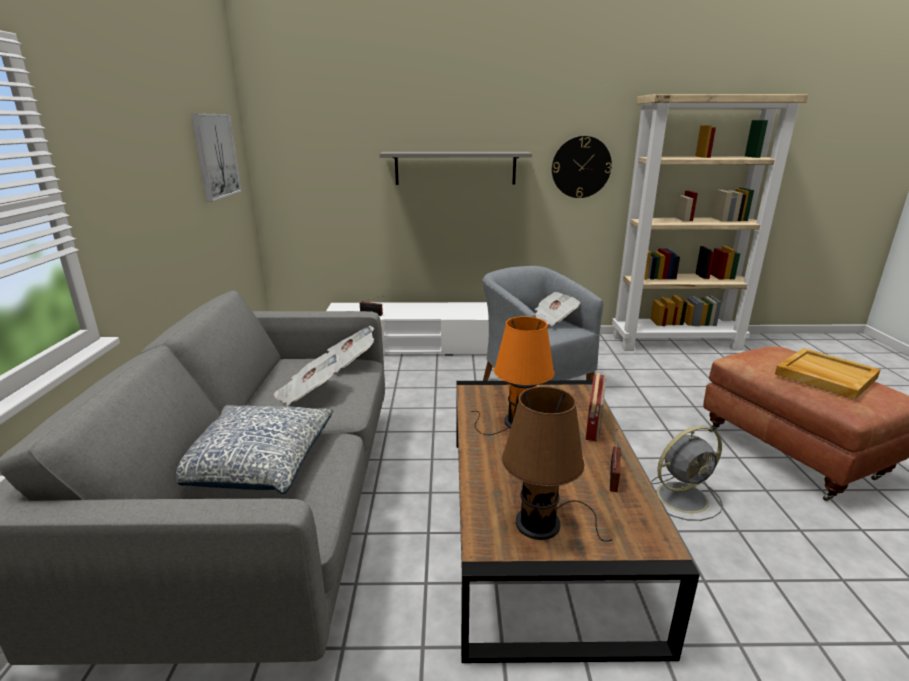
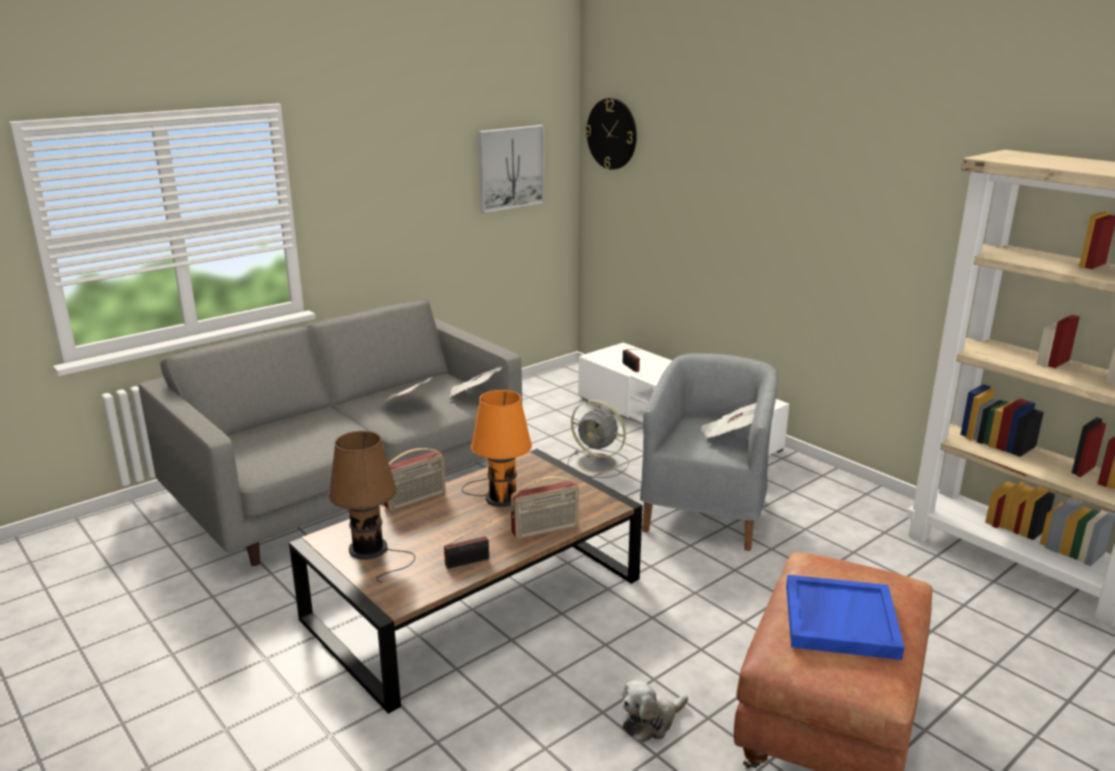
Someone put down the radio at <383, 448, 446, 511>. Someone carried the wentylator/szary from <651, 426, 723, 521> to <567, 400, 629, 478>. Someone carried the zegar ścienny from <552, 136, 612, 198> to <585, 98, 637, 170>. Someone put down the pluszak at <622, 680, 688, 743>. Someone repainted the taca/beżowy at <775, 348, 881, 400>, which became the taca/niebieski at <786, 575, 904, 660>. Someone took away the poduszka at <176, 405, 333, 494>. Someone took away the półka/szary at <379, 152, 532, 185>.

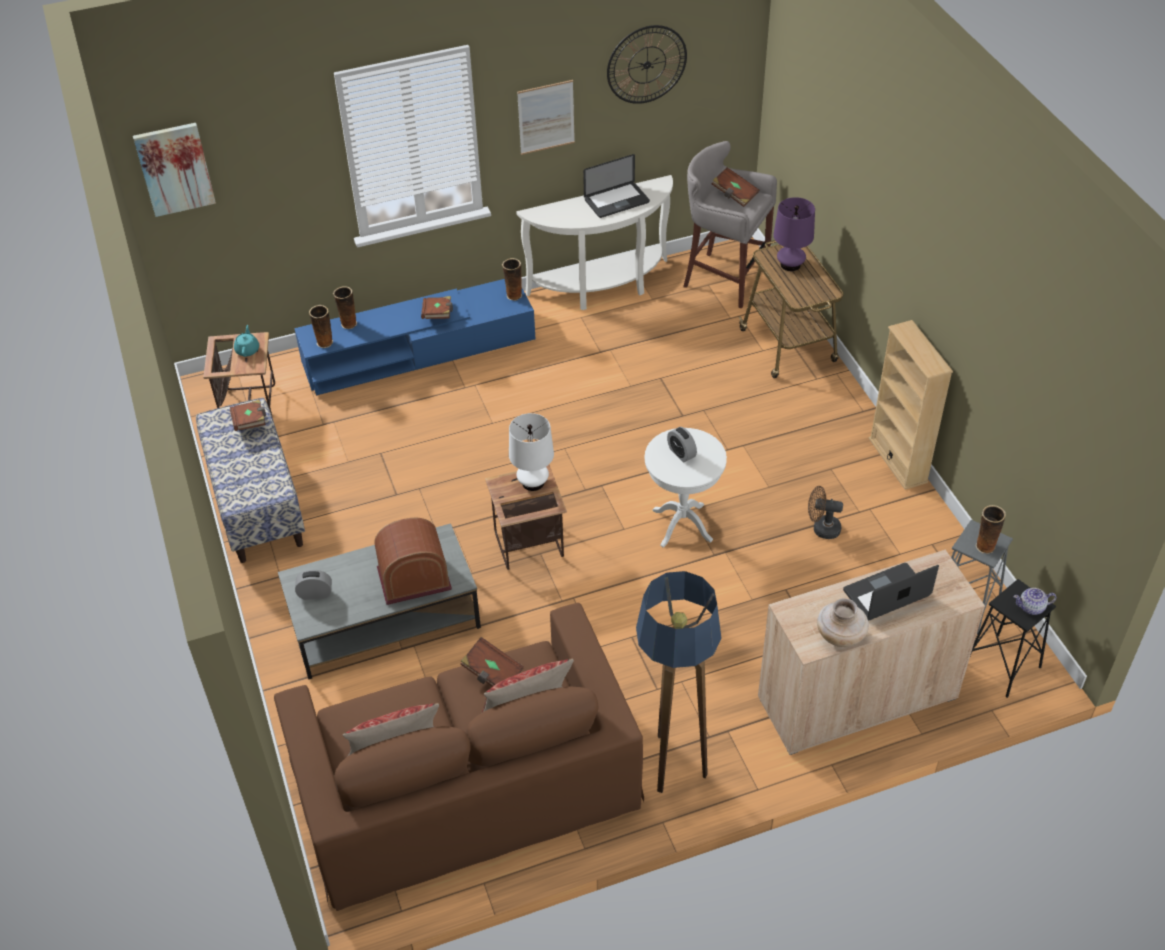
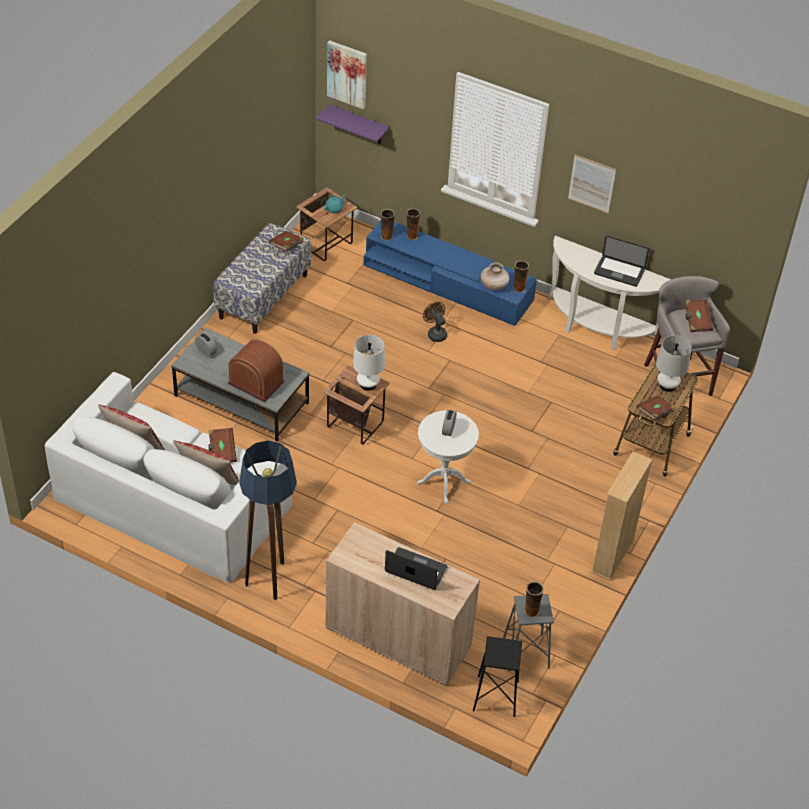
Someone repainted the kanapa/brązowy at <274, 603, 644, 911>, which became the kanapa/biały at <45, 372, 292, 583>. Someone put up the półka/fioletowy at <316, 104, 389, 144>. Someone carried the wentylator/brązowy from <808, 486, 843, 539> to <423, 302, 447, 342>. Someone carried the wazon/beżowy from <817, 598, 869, 647> to <481, 262, 510, 291>. Someone carried the książka/brązowy from <421, 296, 453, 319> to <636, 395, 676, 421>. Someone repainted the lampa stołowa/fioletowy at <773, 197, 815, 271>, which became the lampa stołowa/biały at <656, 335, 692, 392>. Someone took away the zegar ścienny at <607, 25, 687, 104>. Someone took away the imbryk at <1013, 588, 1057, 615>.

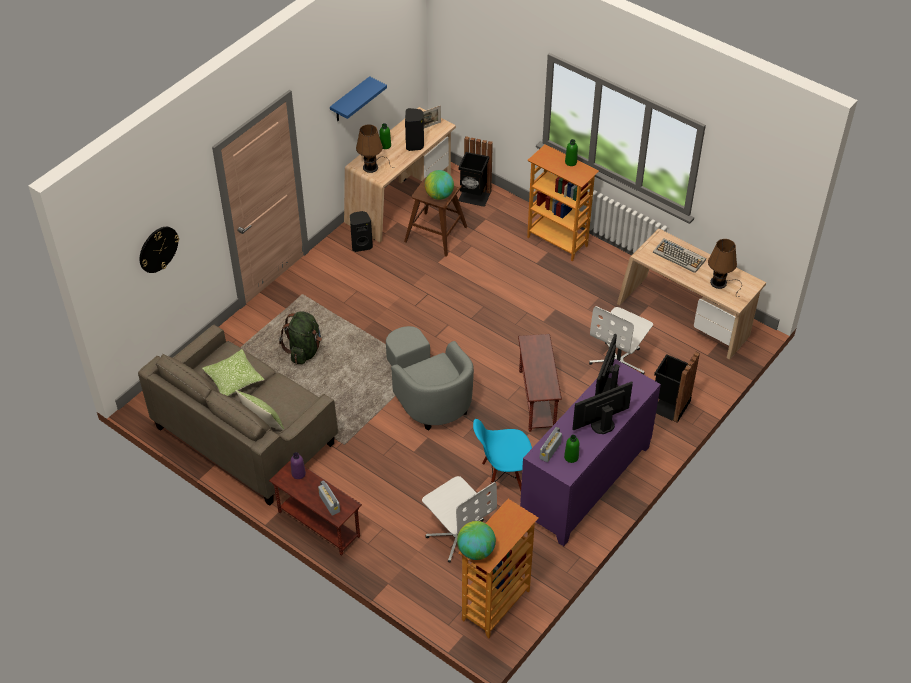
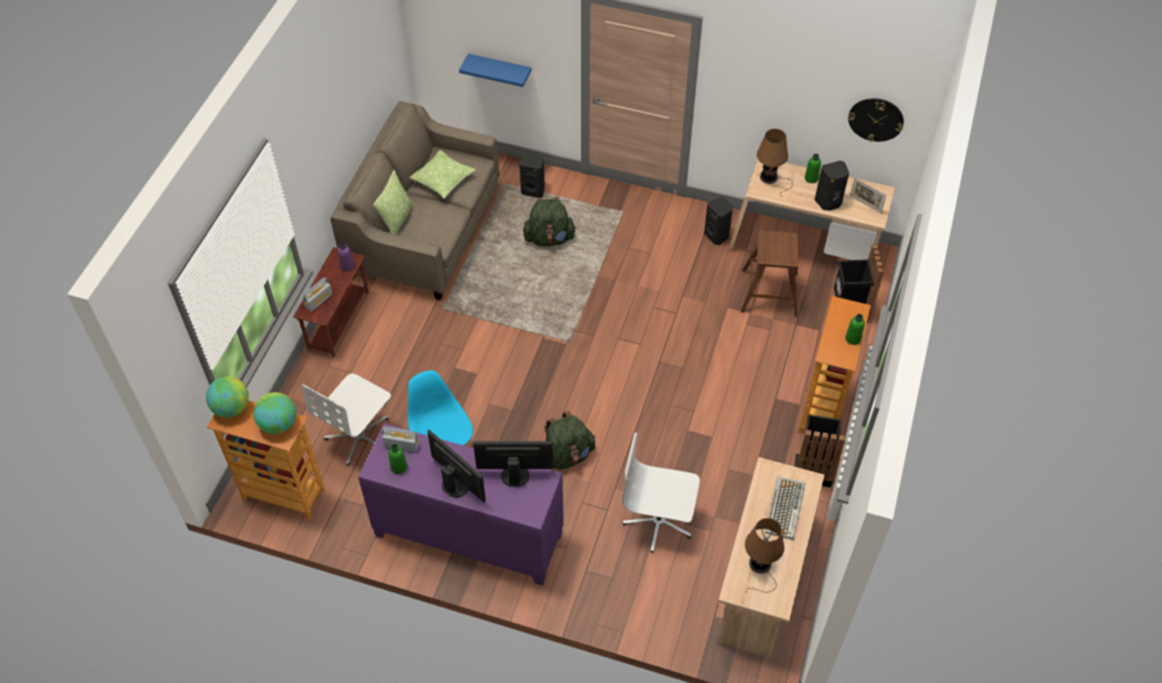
Someone carried the globus from <424, 170, 454, 200> to <253, 392, 296, 434>. Someone carried the półka/niebieski from <330, 76, 387, 121> to <459, 54, 532, 87>. Someone put down the głośnik/czarny at <519, 153, 545, 198>. Someone swapped the stolik/brązowy at <518, 334, 562, 432> for the plecak/zielony at <544, 411, 595, 470>. Someone carried the kosz na śmieci/czarny from <654, 351, 700, 423> to <794, 414, 845, 487>. Someone carried the zegar ścienny from <140, 227, 179, 273> to <848, 98, 904, 142>. Someone took away the fotel/szary at <386, 326, 474, 431>.

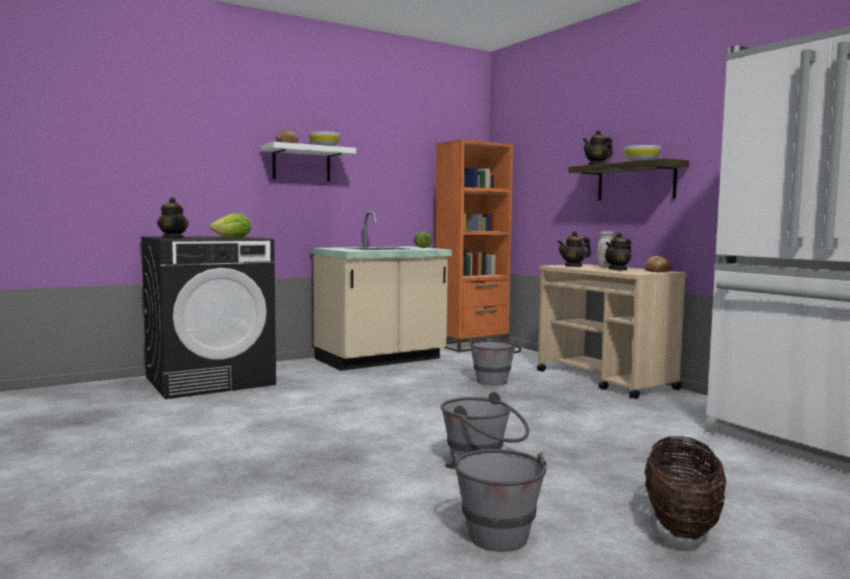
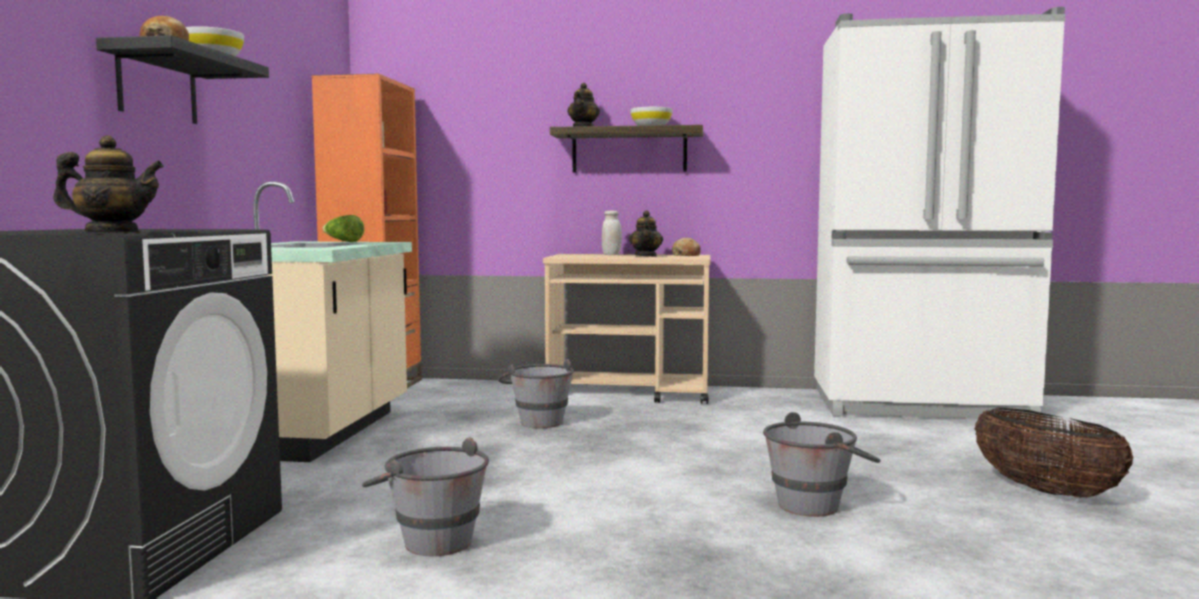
Someone repainted the półka/biały at <261, 142, 356, 182>, which became the półka/czarny at <96, 35, 269, 124>. Someone carried the wiadro/szary from <445, 449, 547, 552> to <362, 437, 489, 556>. Someone took away the sałata at <210, 213, 251, 238>. Someone took away the imbryk at <557, 231, 591, 267>.

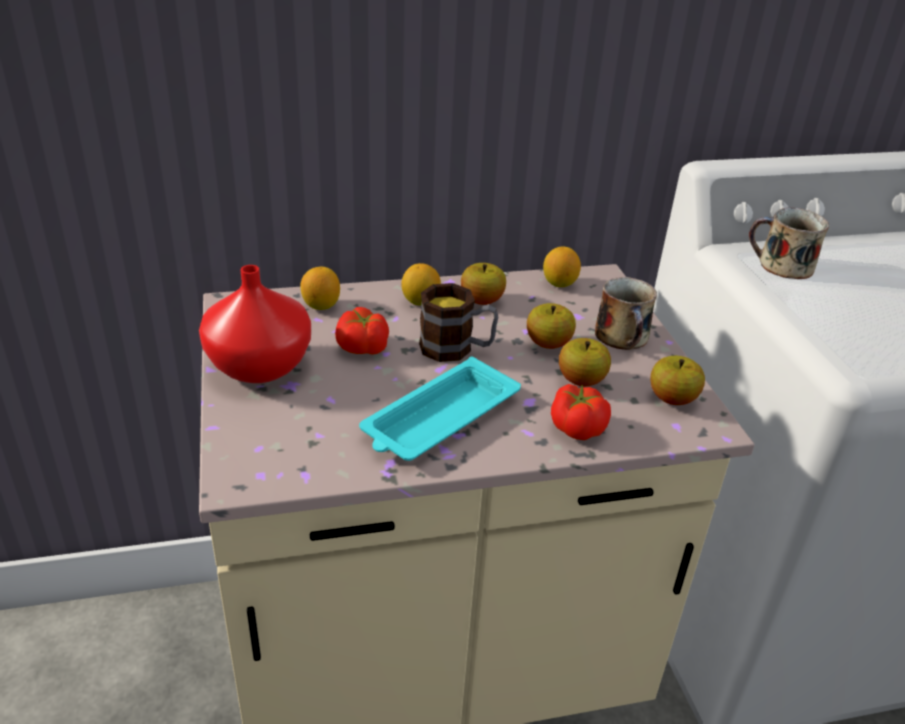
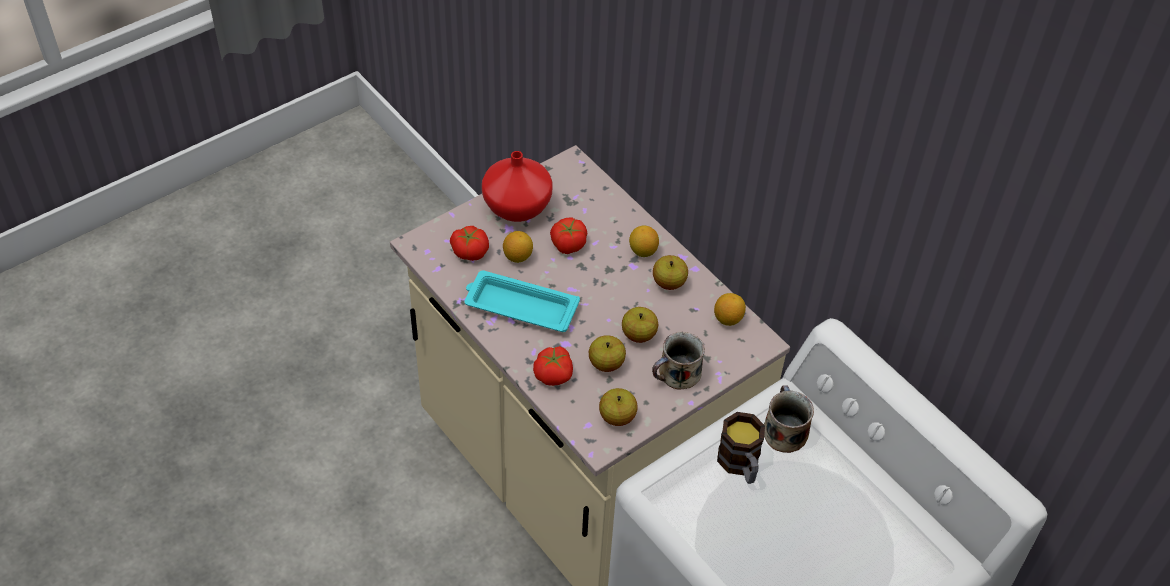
Someone put down the pomidor at <450, 226, 489, 261>. Someone carried the cytryna from <300, 267, 340, 310> to <503, 231, 533, 263>. Someone carried the kubek from <419, 283, 498, 362> to <717, 412, 765, 484>.

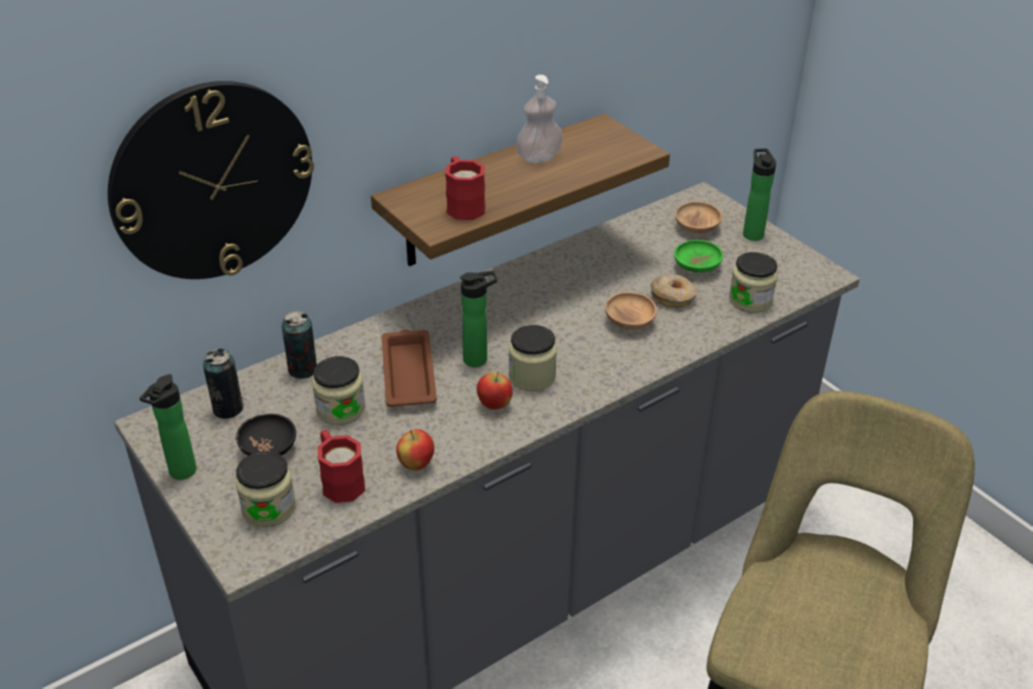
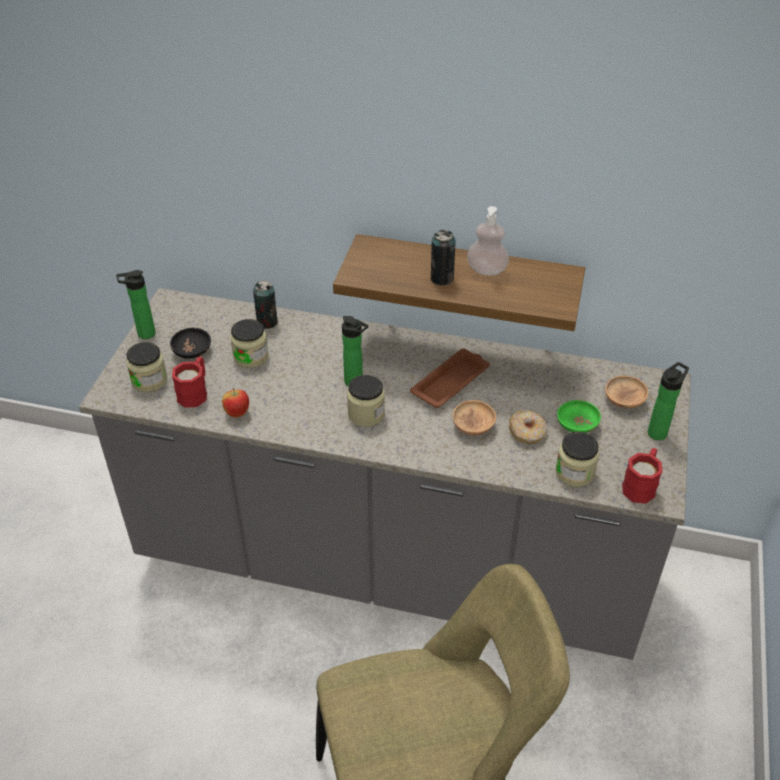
Someone carried the taca/brązowy from <382, 330, 437, 407> to <410, 349, 490, 408>. Someone carried the puszka from <203, 349, 244, 419> to <431, 230, 456, 285>. Someone carried the kubek/czerwony from <445, 156, 486, 220> to <622, 448, 662, 504>. Someone took away the zegar ścienny at <108, 81, 314, 279>. Someone took away the jabłko at <477, 372, 513, 410>.

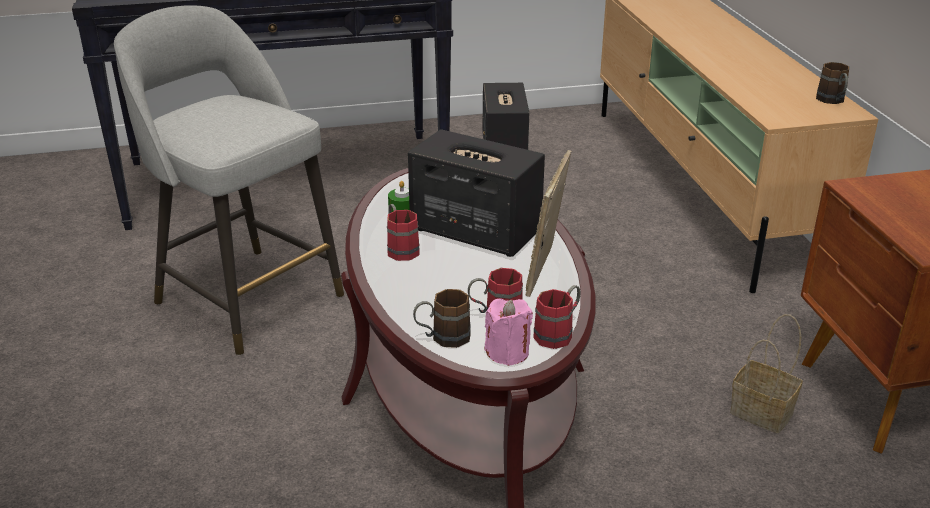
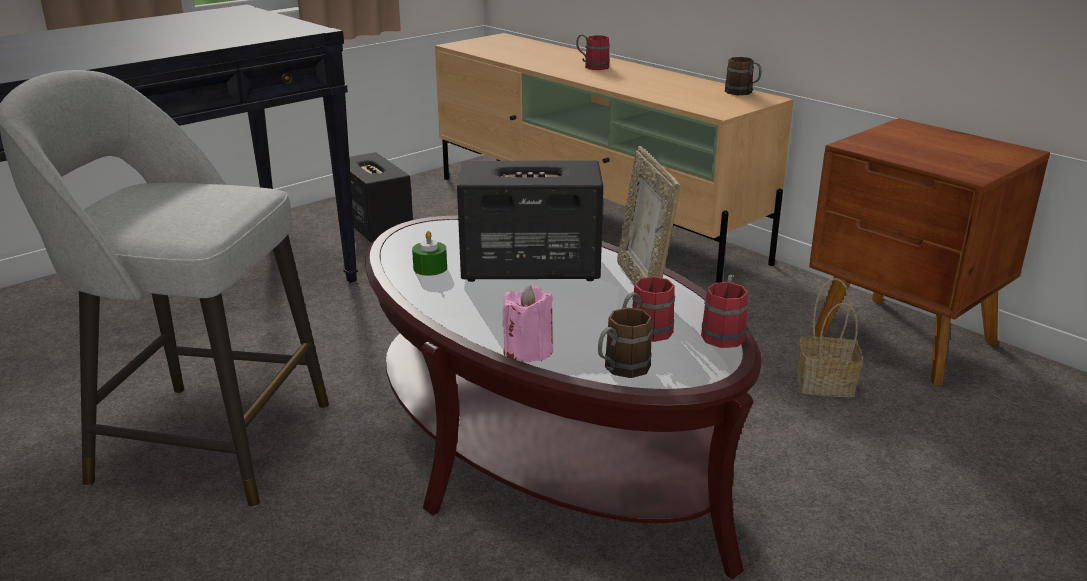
Someone carried the świeca/różowy from <485, 298, 533, 366> to <502, 285, 553, 362>. Someone carried the kubek/czerwony from <387, 204, 420, 261> to <576, 35, 610, 70>.

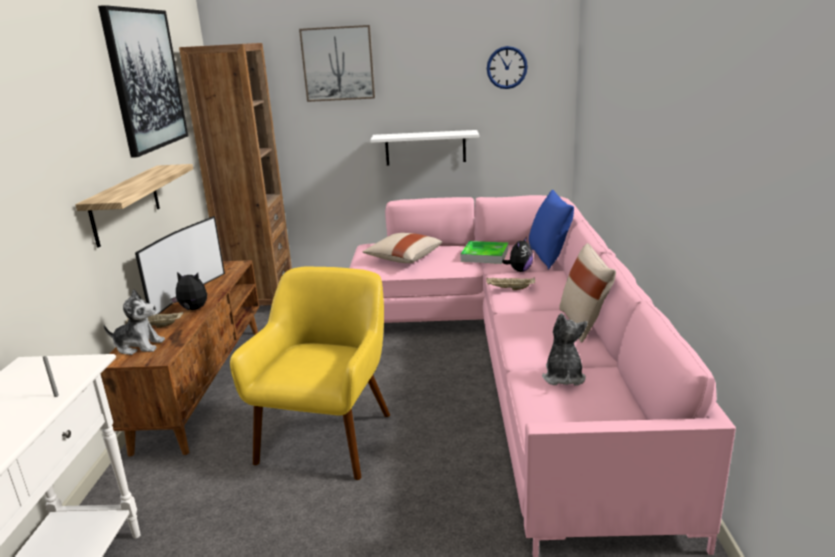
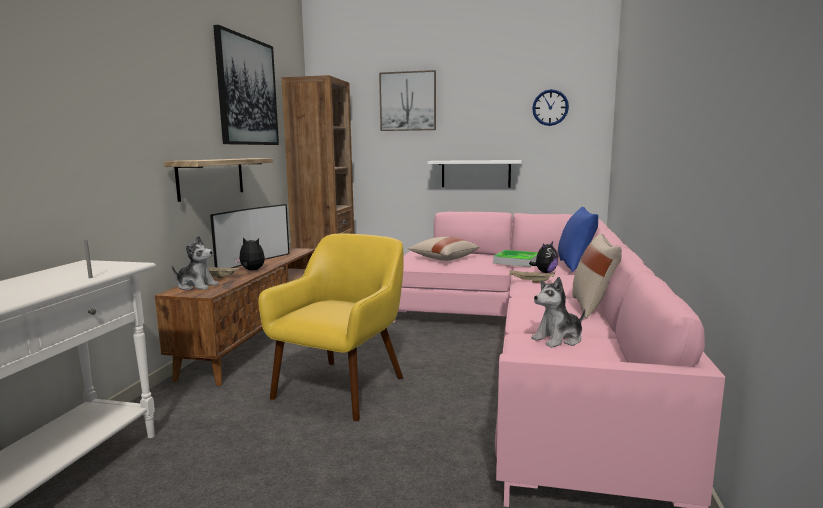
Someone rotated the pluszak at <542, 313, 588, 386> by 135 degrees counterclockwise.

